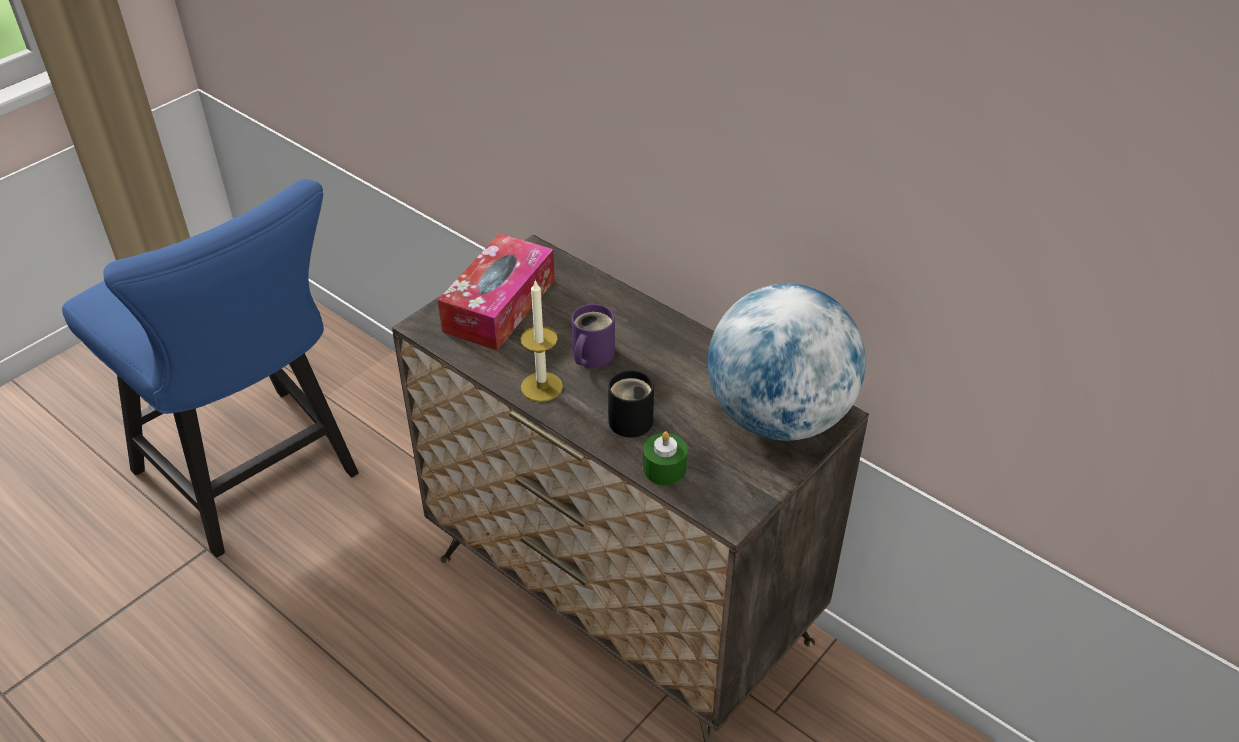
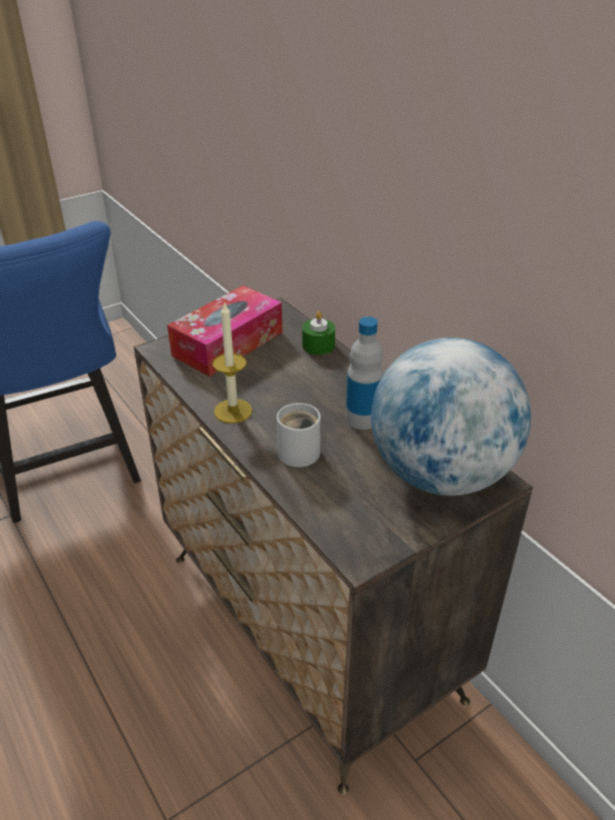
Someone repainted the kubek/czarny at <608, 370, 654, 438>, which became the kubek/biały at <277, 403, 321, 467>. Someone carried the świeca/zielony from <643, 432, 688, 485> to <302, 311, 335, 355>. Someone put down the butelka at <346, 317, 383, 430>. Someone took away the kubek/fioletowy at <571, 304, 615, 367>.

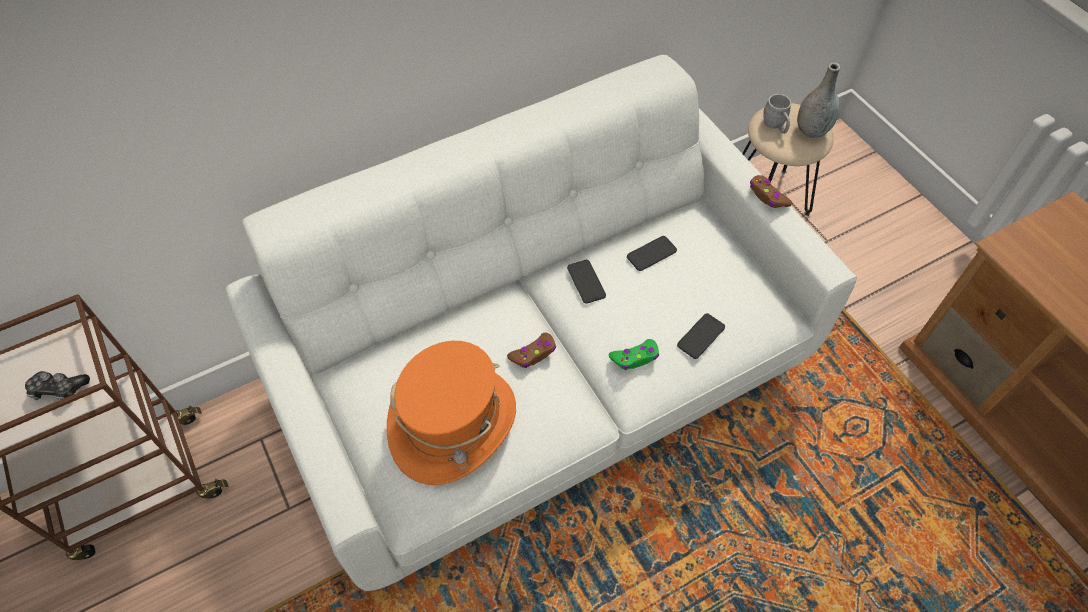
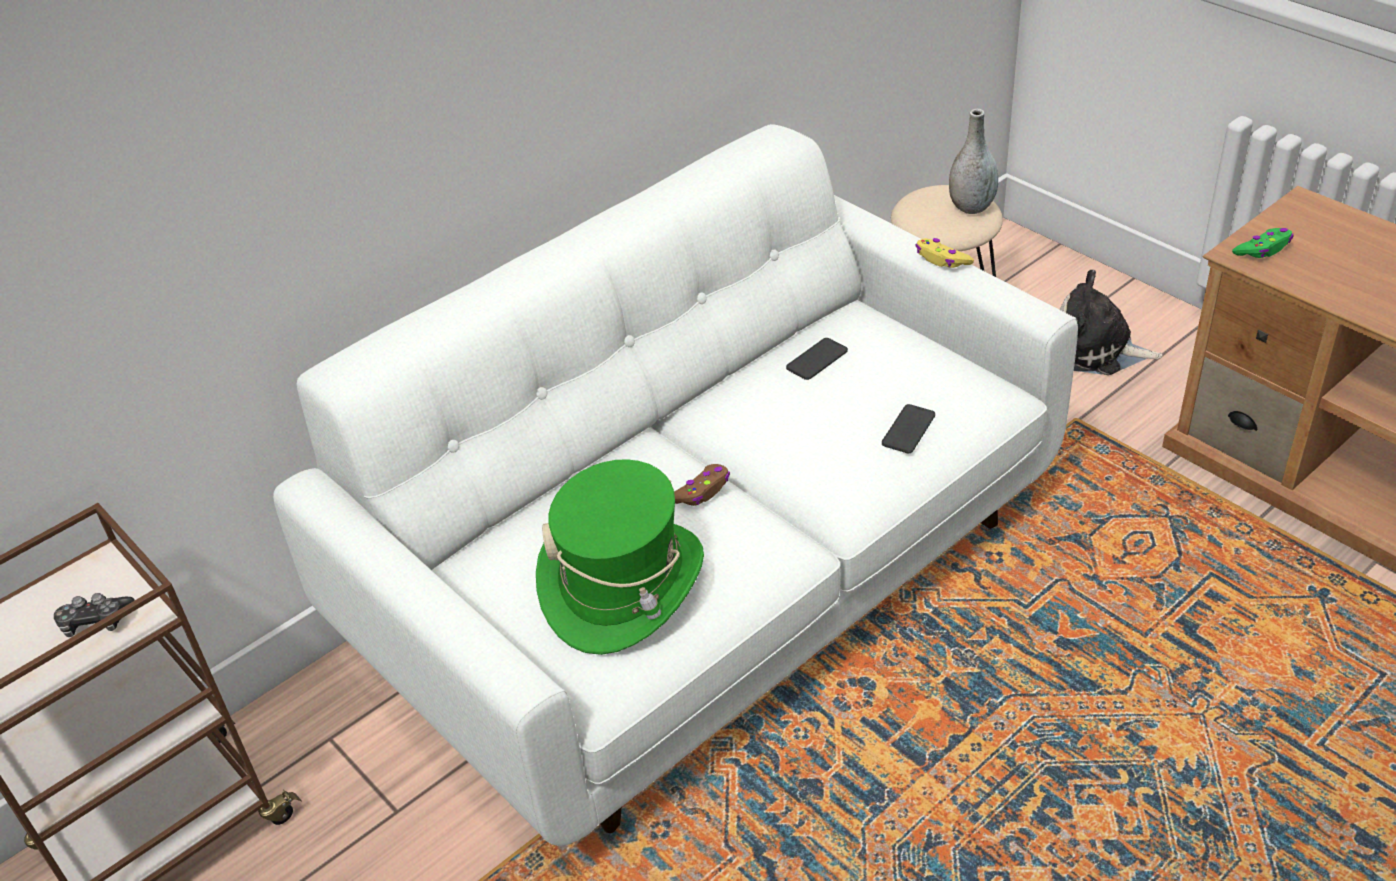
Someone repainted the kapelusz/pomarańczowy at <387, 341, 516, 485>, which became the kapelusz/zielony at <536, 459, 704, 655>. Someone repainted the pad do gier/brązowy at <750, 175, 792, 208>, which became the pad do gier/żółty at <915, 238, 974, 268>. Someone put down the pluszak at <1059, 270, 1163, 375>. Someone carried the pad do gier/zielony from <609, 339, 659, 370> to <1232, 228, 1294, 258>. Someone took away the telefon at <567, 260, 606, 304>. Someone took away the kubek/szary at <763, 94, 791, 134>.

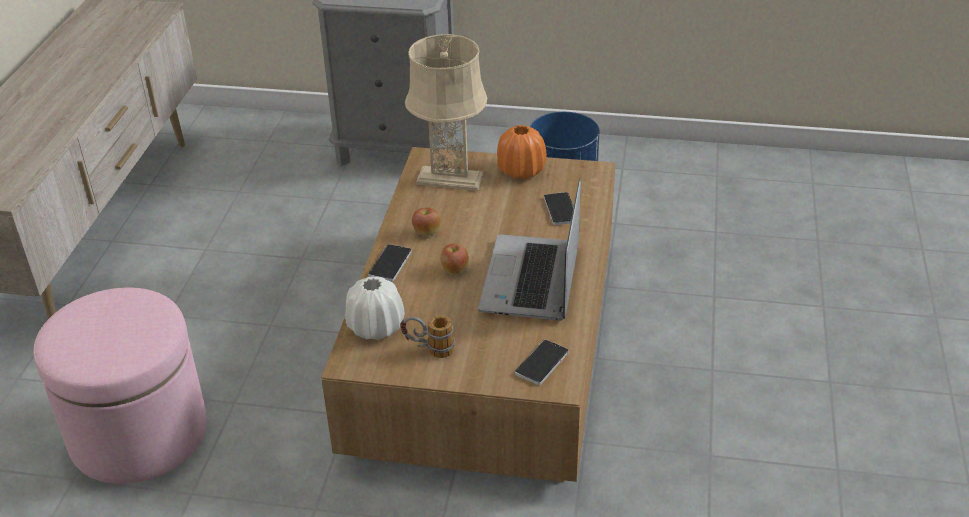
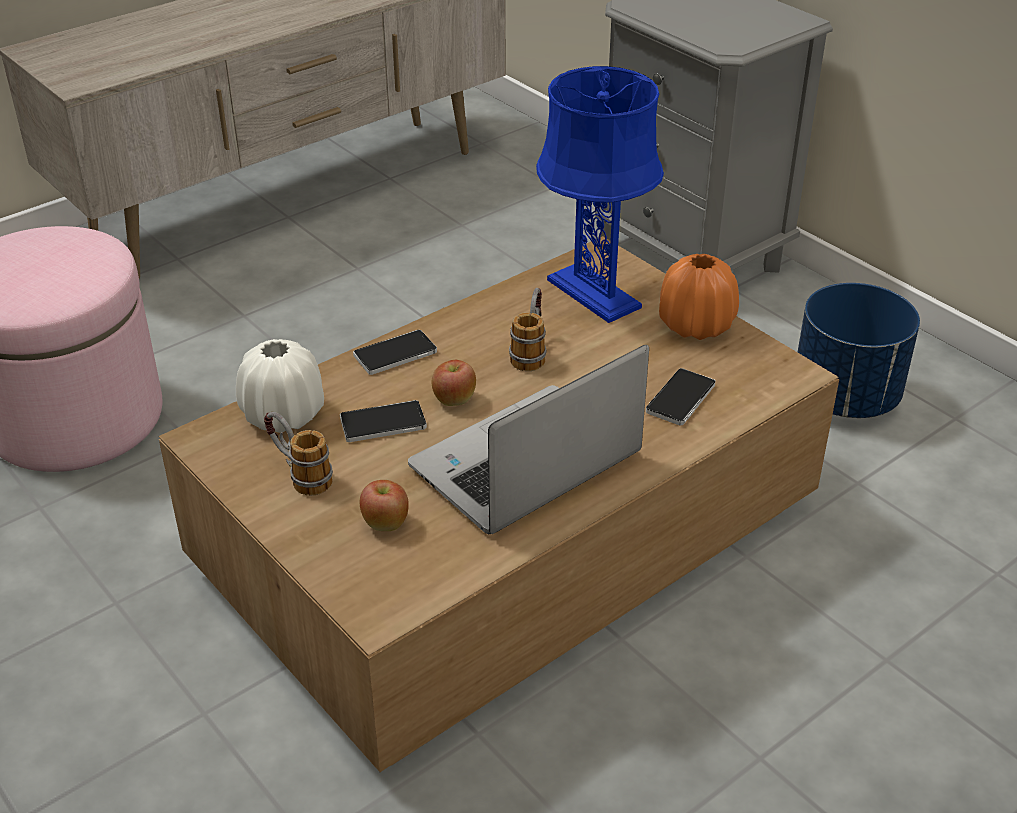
Someone carried the telefon from <515, 339, 568, 385> to <340, 400, 427, 442>. Someone carried the jabłko from <412, 208, 440, 236> to <360, 480, 409, 531>. Someone put down the kubek at <509, 288, 547, 371>. Someone repainted the lampa stołowa/beżowy at <405, 34, 487, 191>, which became the lampa stołowa/niebieski at <536, 66, 664, 323>.

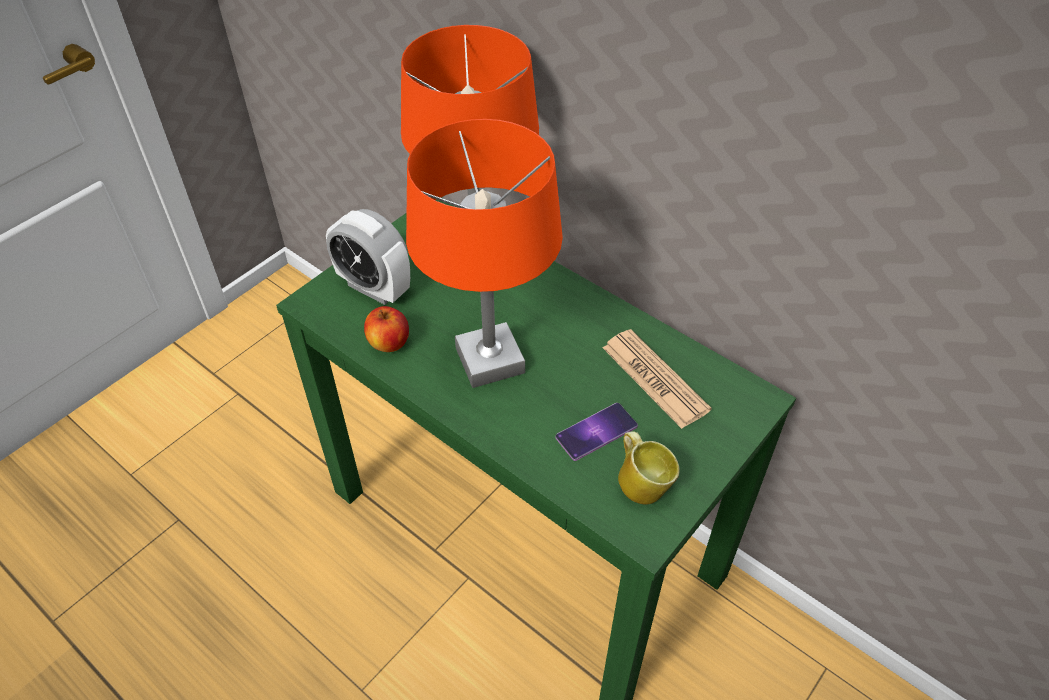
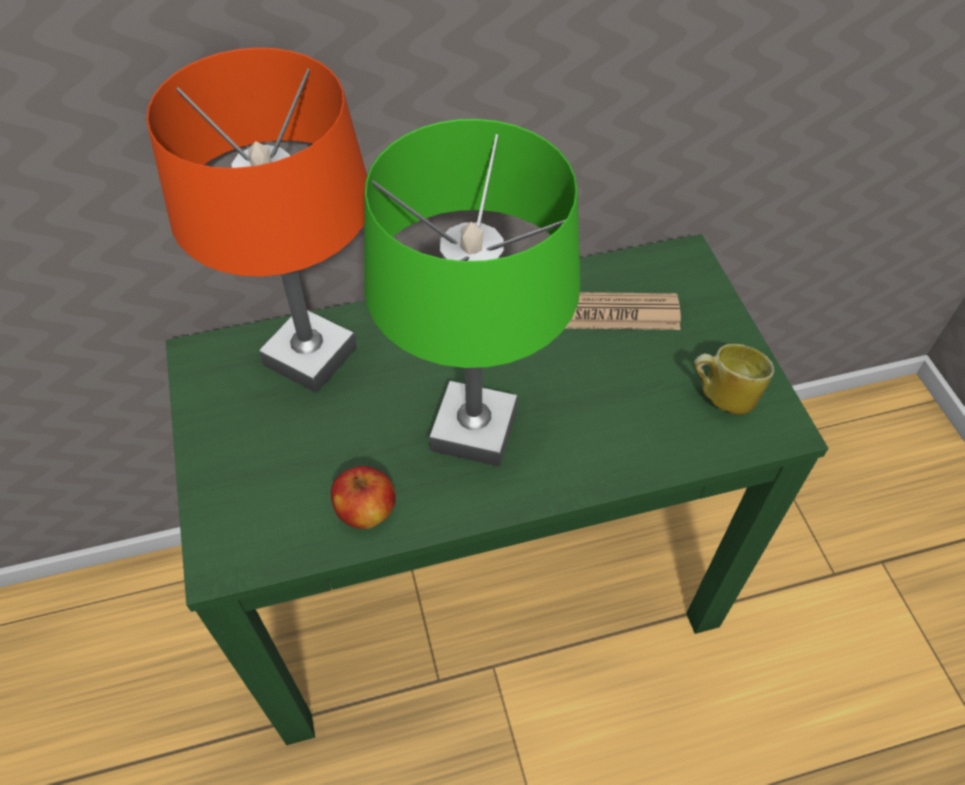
Someone repainted the lampa stołowa/pomarańczowy at <406, 119, 563, 388>, which became the lampa stołowa/zielony at <364, 119, 580, 467>. Someone took away the budzik at <326, 209, 410, 305>. Someone took away the telefon at <556, 403, 638, 461>.

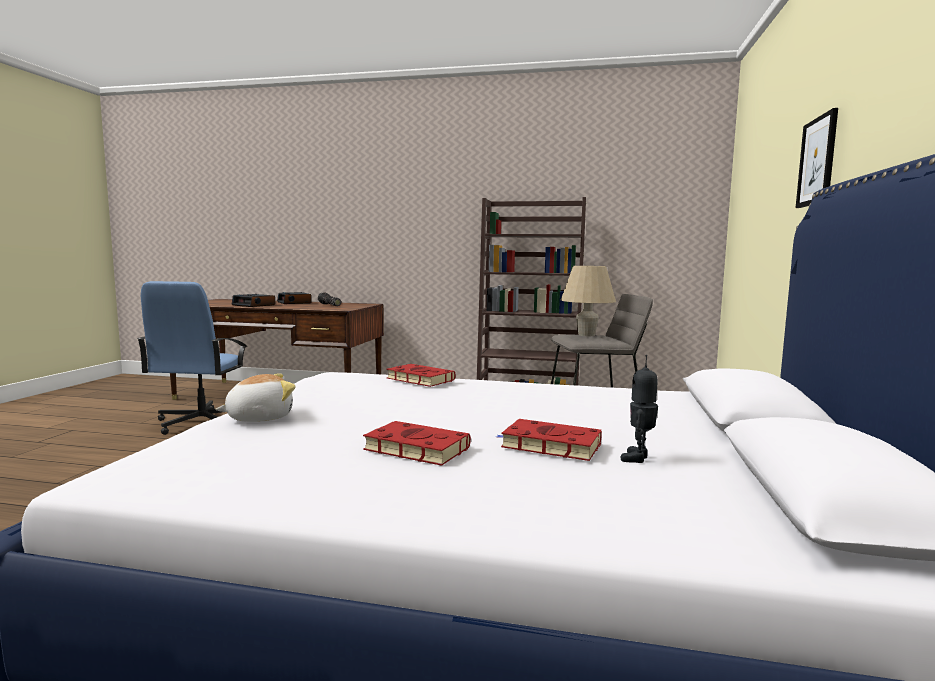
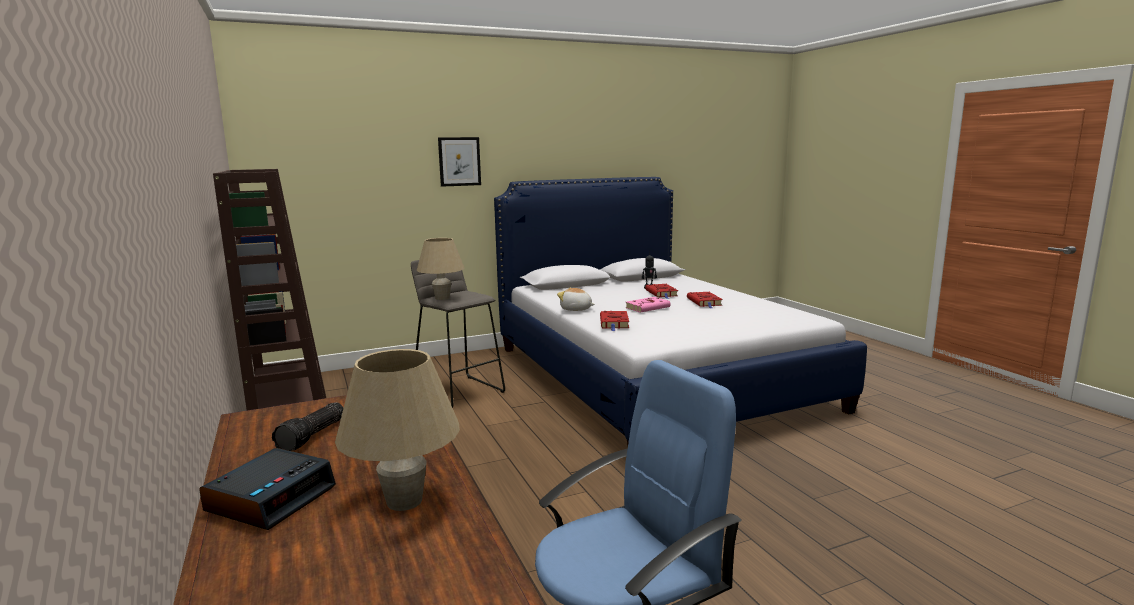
Someone swapped the budzik at <232, 294, 275, 307> for the lampa stołowa/beżowy at <335, 349, 460, 511>. Someone carried the pluszak from <215, 373, 296, 422> to <557, 288, 595, 311>. Someone put down the książka/różowy at <625, 297, 671, 313>.

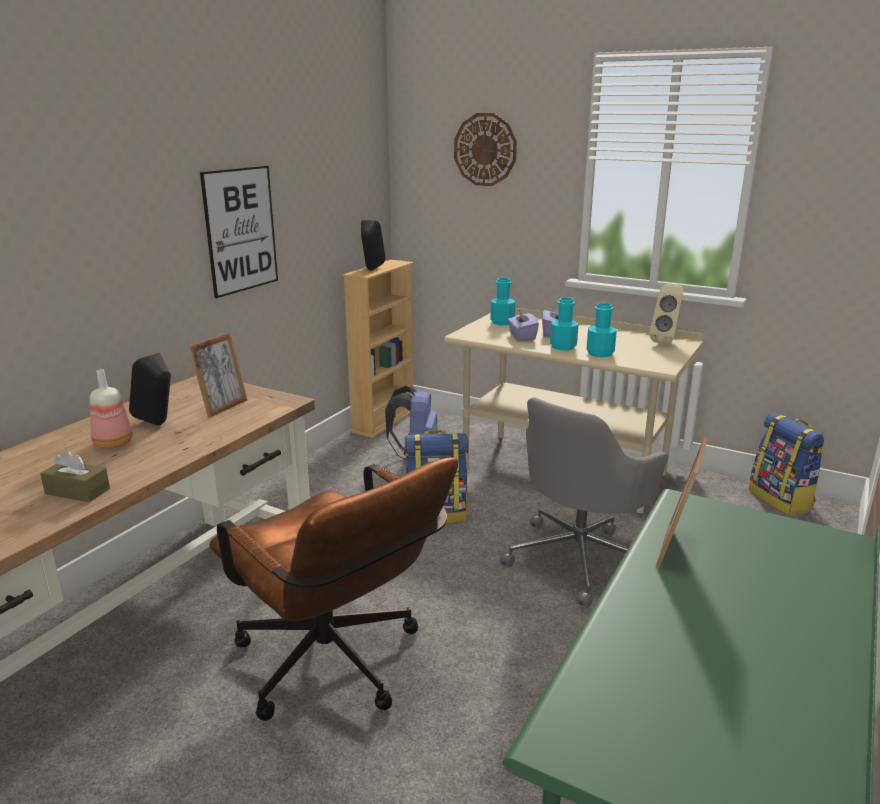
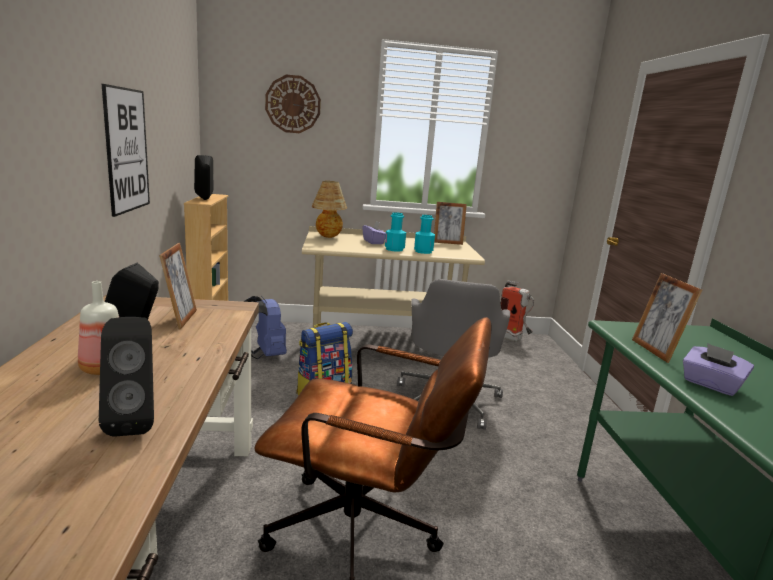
Someone swapped the pudełko chusteczek/brązowy at <40, 450, 110, 502> for the głośnik/czarny at <99, 317, 154, 437>. Someone swapped the butelka/turkusowy at <490, 278, 515, 325> for the lampa stołowa at <312, 181, 347, 238>. Someone swapped the głośnik/beżowy at <649, 284, 683, 344> for the ramka na zdjęcie at <434, 202, 467, 245>. Someone swapped the plecak at <749, 413, 825, 515> for the gaśnica at <501, 281, 534, 342>. Someone carried the pudełko chusteczek/fioletowy from <508, 308, 539, 341> to <683, 344, 754, 396>.

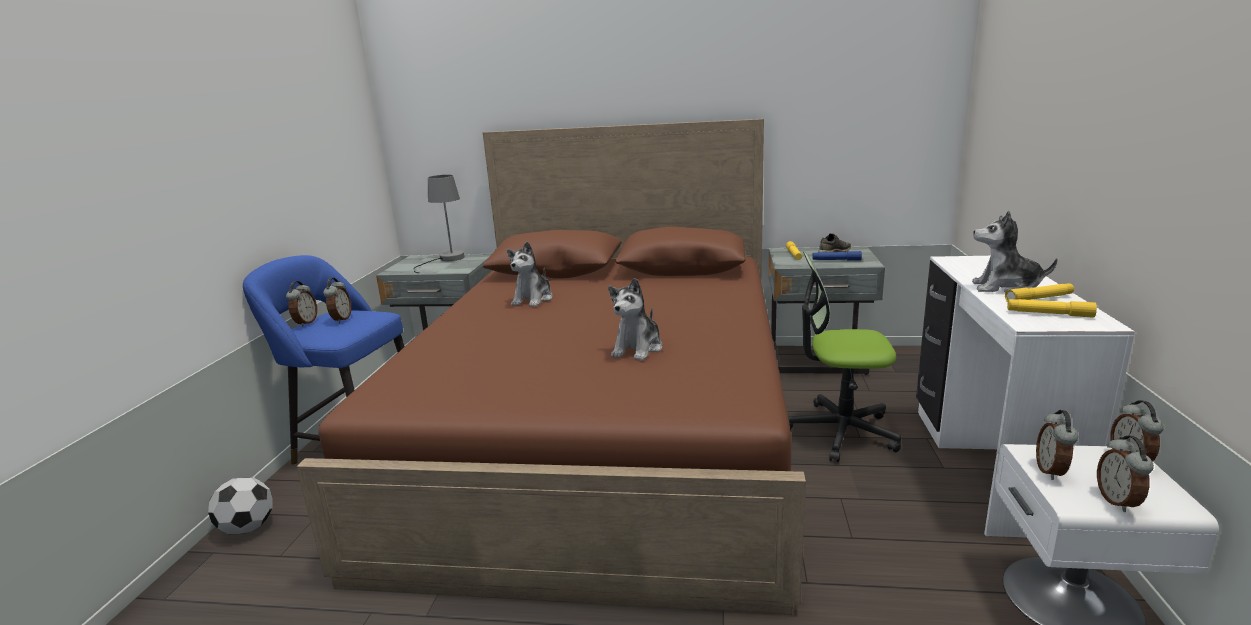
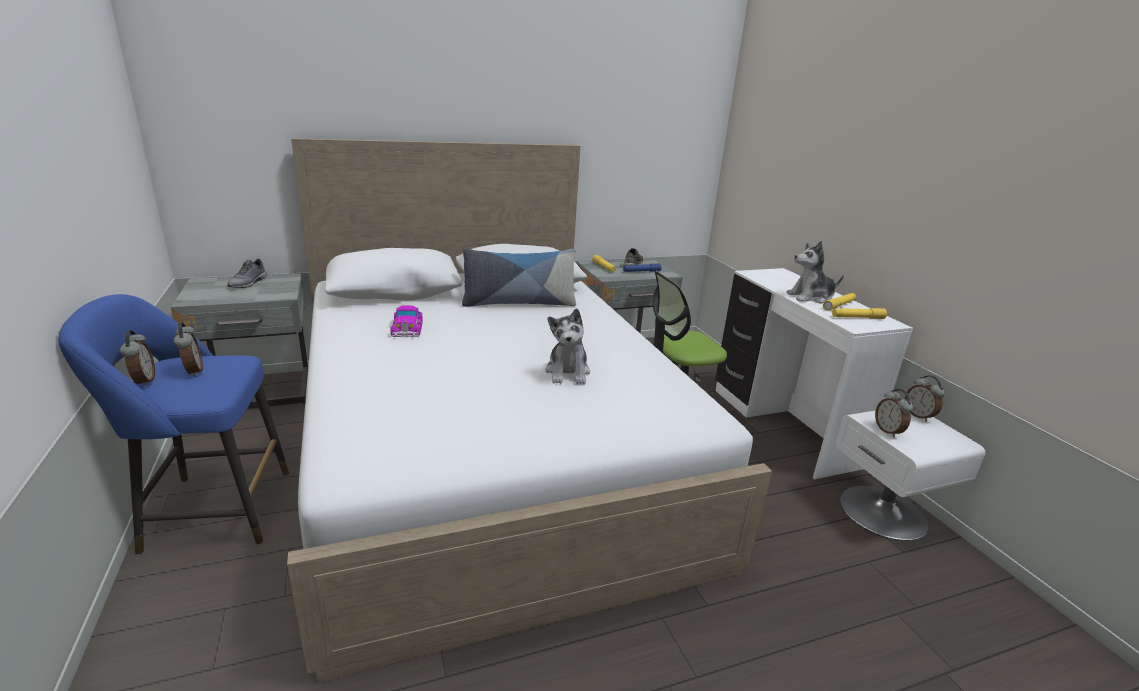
Someone swapped the lampa stołowa/szary at <413, 175, 464, 273> for the but/szary at <227, 259, 267, 288>. Someone repainted the łóżko/brązowy at <296, 119, 806, 615>, which became the łóżko/biały at <287, 138, 772, 683>. Someone swapped the pluszak at <507, 242, 553, 307> for the samochodzik at <390, 306, 423, 337>. Someone put down the poduszka at <462, 248, 576, 307>. Someone took away the piłka futbolowa at <208, 477, 273, 534>. Someone took away the budzik at <1097, 436, 1154, 512>.

